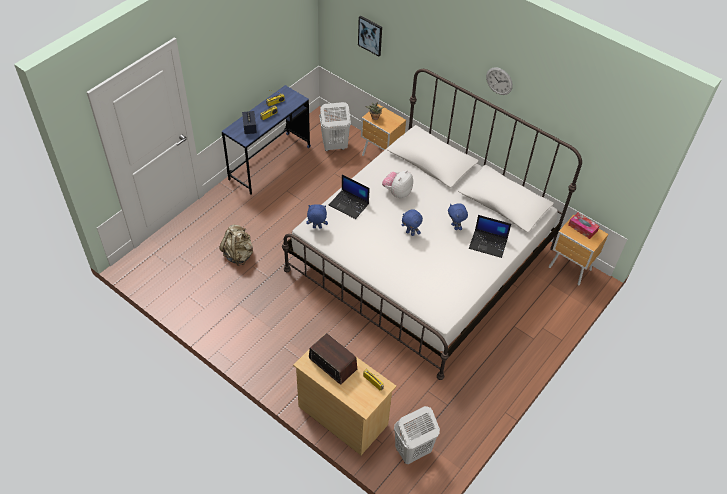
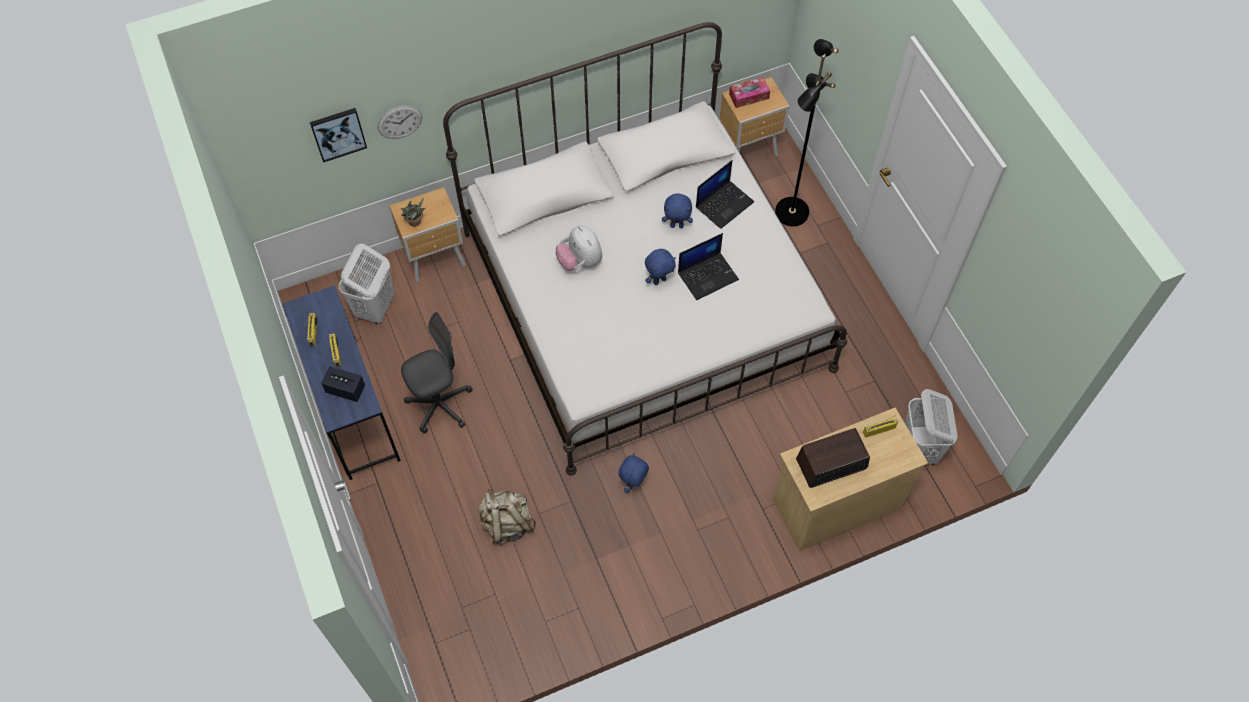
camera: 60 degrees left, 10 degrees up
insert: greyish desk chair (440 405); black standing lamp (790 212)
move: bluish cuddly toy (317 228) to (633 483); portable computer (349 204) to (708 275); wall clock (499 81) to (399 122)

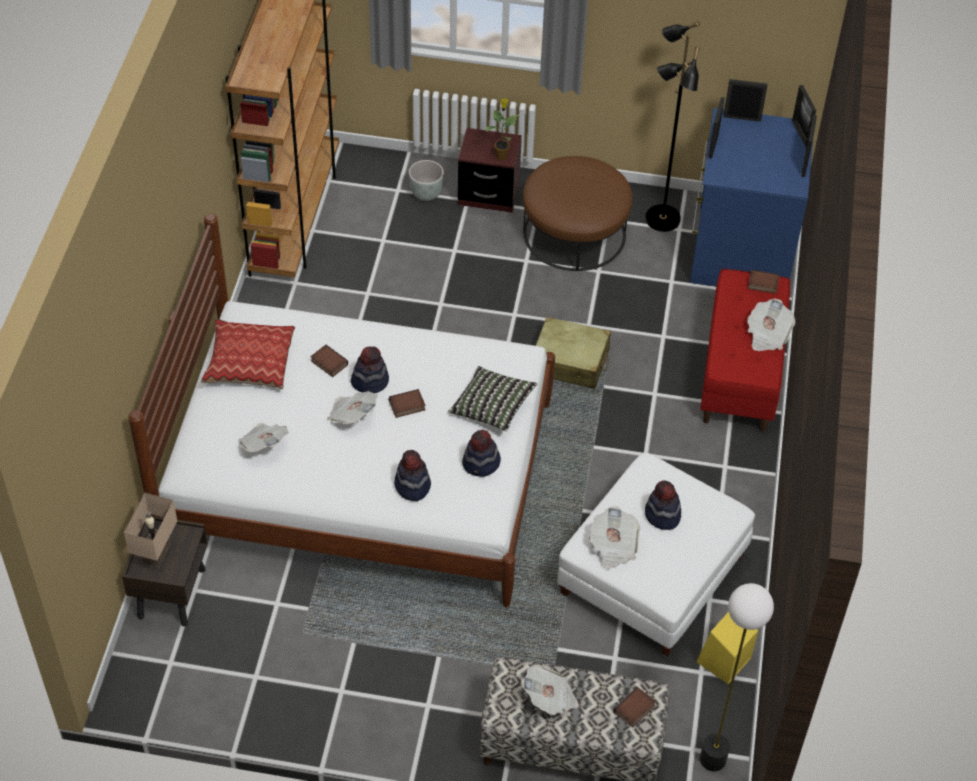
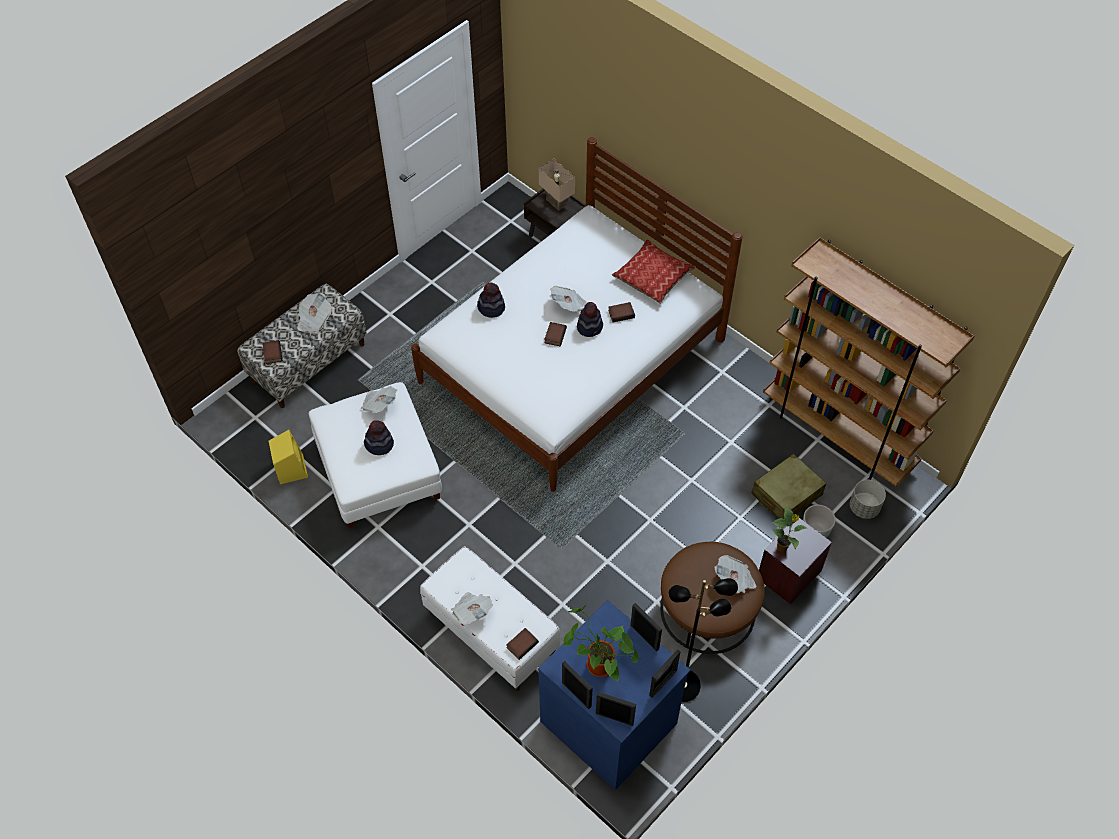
camera: 125 degrees right, 5 degrees up
delete: throw pillow (492 407); clothing hat (481 463); standing lamp (713 759)
insert: houseplant (597 665); greyish flower pot (864 508)
move: printed paper (264 444) to (734 580); beige piece of luggage (570 362) to (786 495)
recolor: red-coloured long seat (740 373) to white-coloured long seat (491 633)

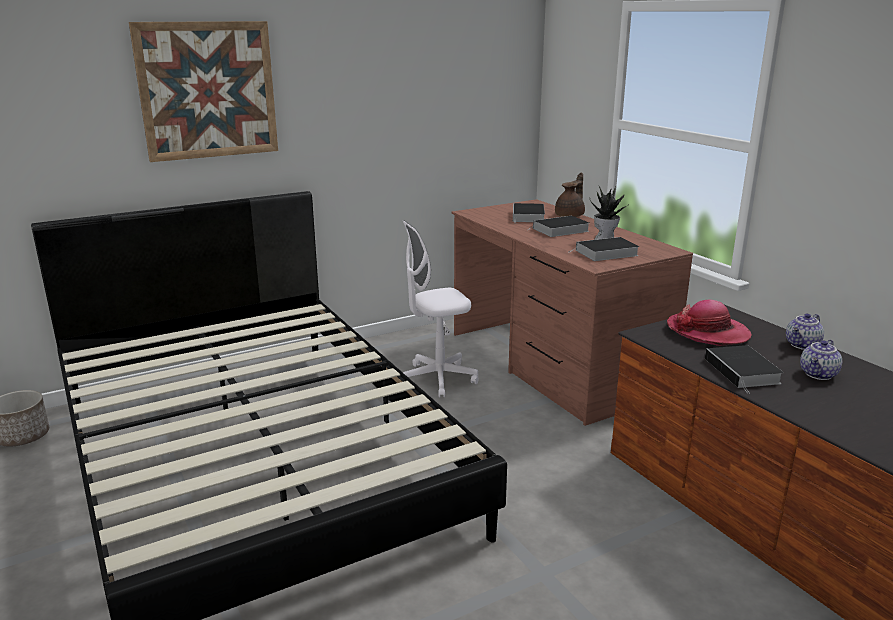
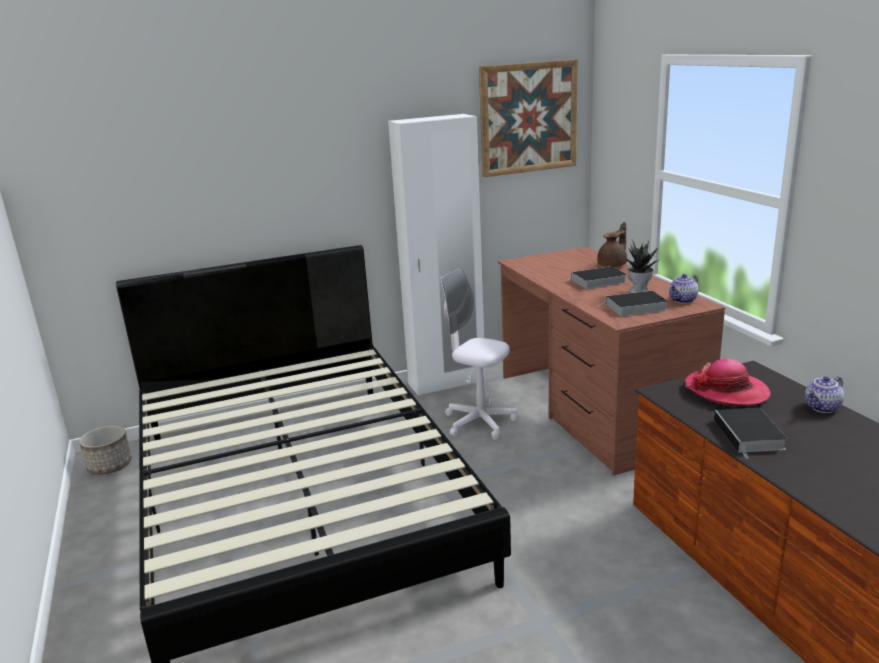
camera: 10 degrees right, 0 degrees up
delete: volume (528 217)
insert: white-coloured wardrobe (447 382)
move: wall picture (208 90) to (528 118); teapot (819 375) to (683 300)
rotate: white-coloured desk chair (438 379) = (479 422) 45 degrees clockwise

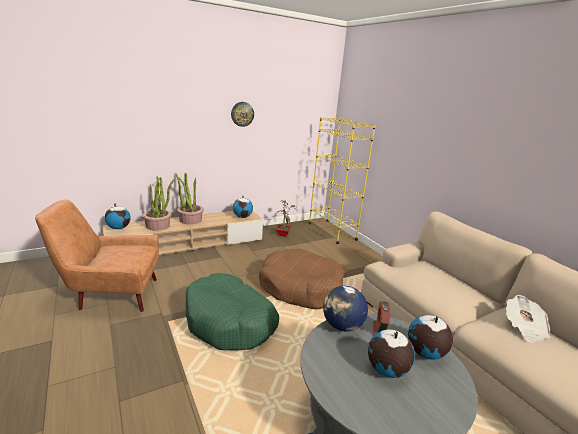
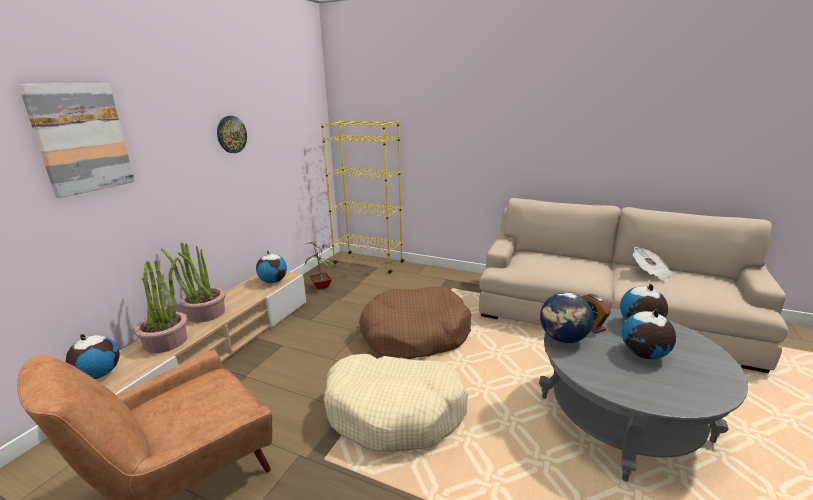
camera: 35 degrees left, 0 degrees up
insert: wall picture (81 138)
recolor: green dog bed (230 321) to beige dog bed (395 411)

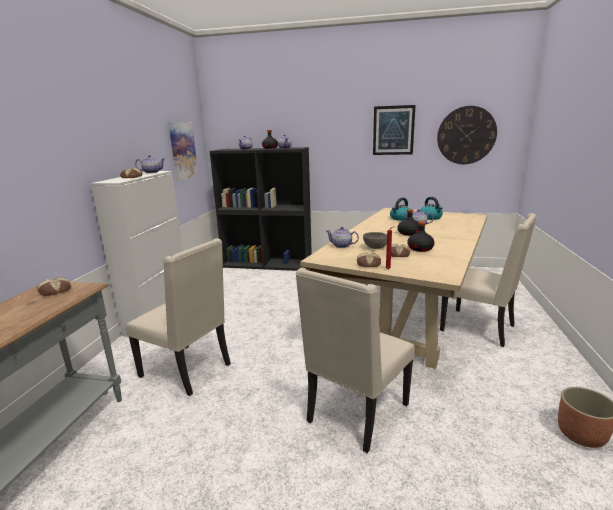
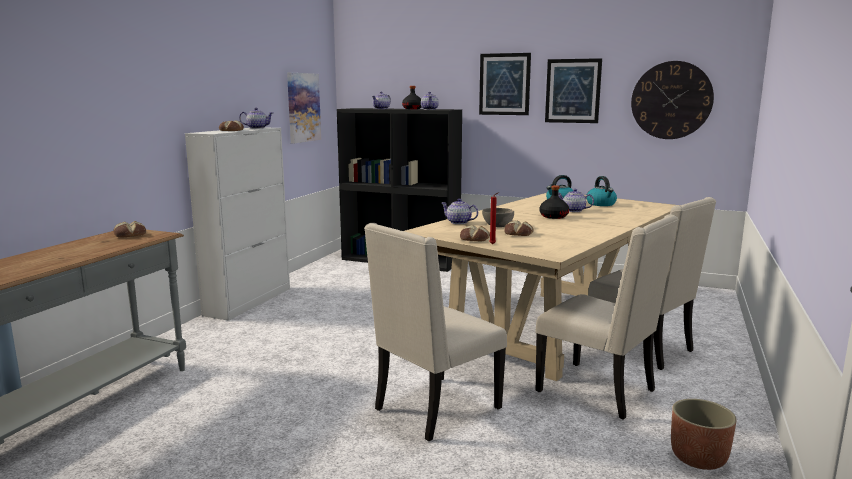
camera: 10 degrees right, 5 degrees down
delete: black beverage bottle (420 249)
insert: wall picture (504 84)
move: beige chair (188 370) to (599 391)

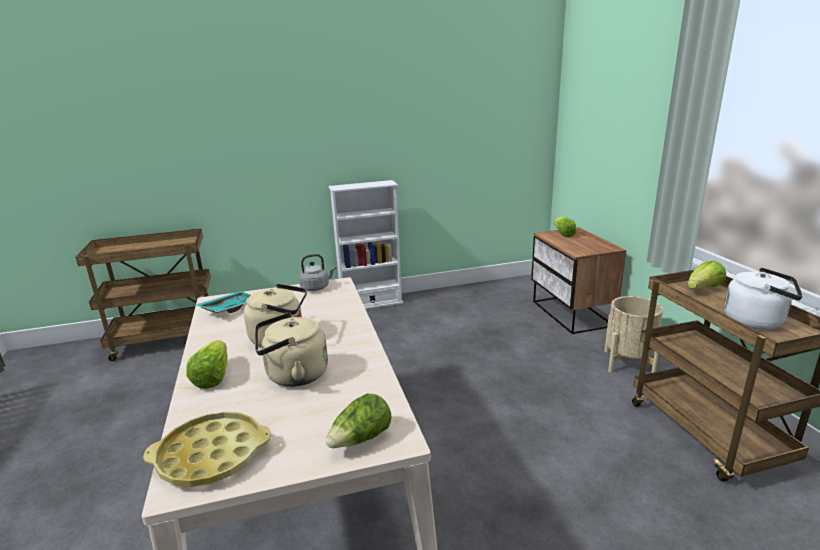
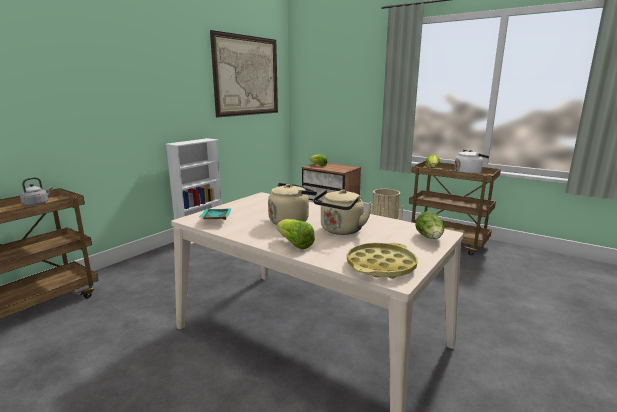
camera: 40 degrees left, 5 degrees down
insert: wall picture (247 76)
move: greyish tea kettle (316 287) to (37 204)

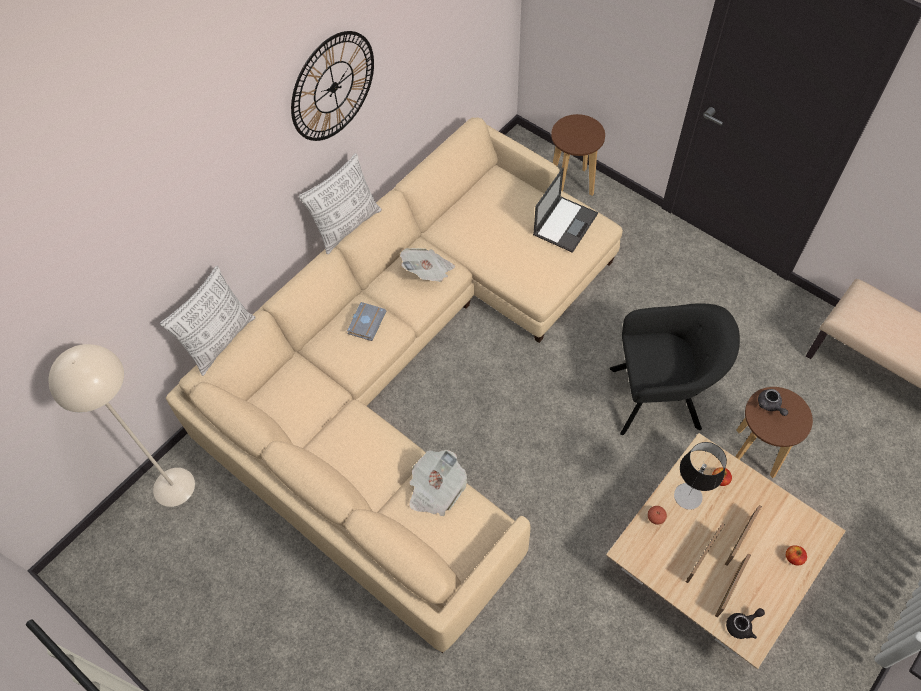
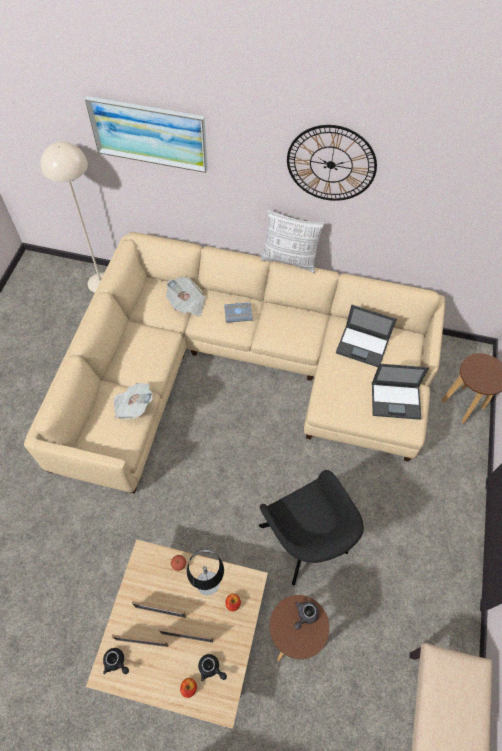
camera: 60 degrees right, 0 degrees up
delete: throw pillow (220 341)
insert: wall picture (149 133); black teapot (211 668); portable computer (363 346)
move: printed paper (428 272) to (187 304)

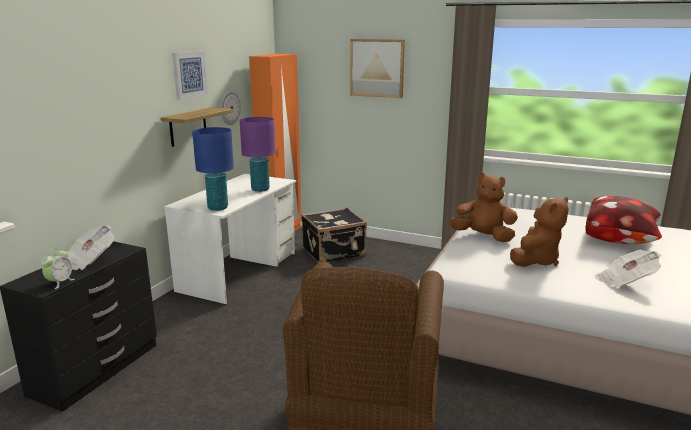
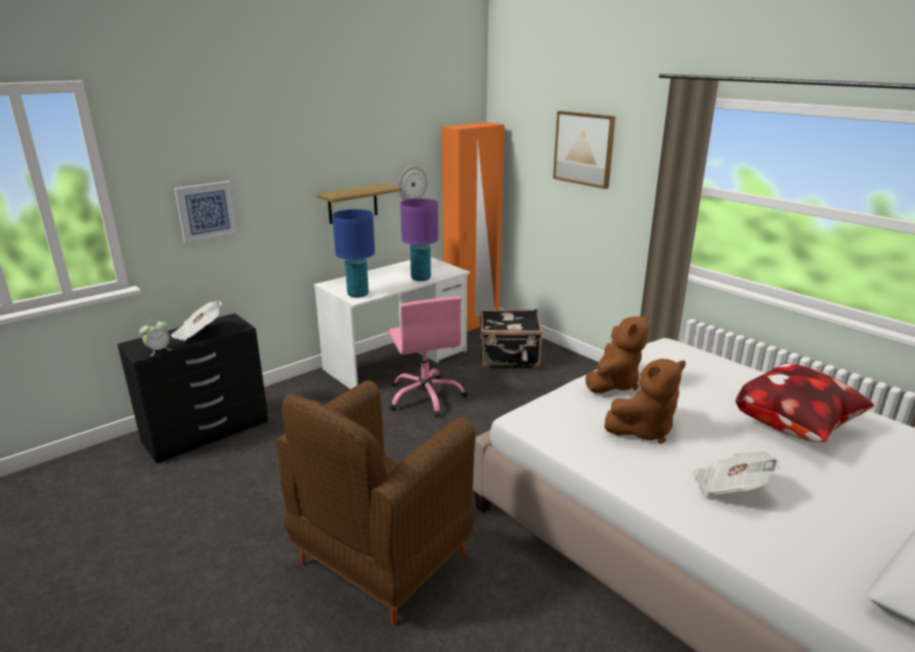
camera: 25 degrees right, 5 degrees up
insert: pink-coloured desk chair (426 397)
move: wall picture (189 74) to (206 211)
rotate: brown-coloured cuddly toy (483 237) = (614 384) 75 degrees clockwise

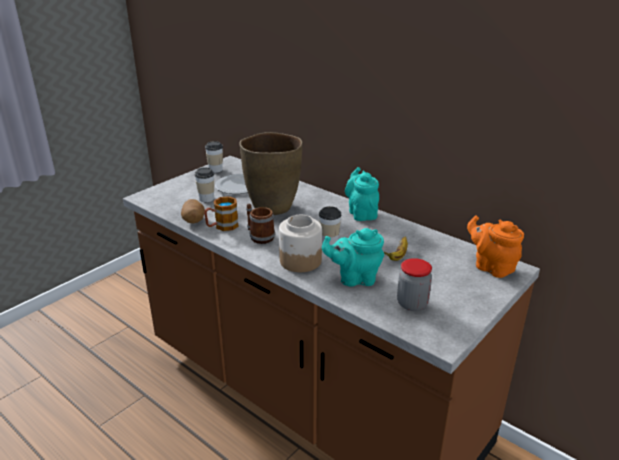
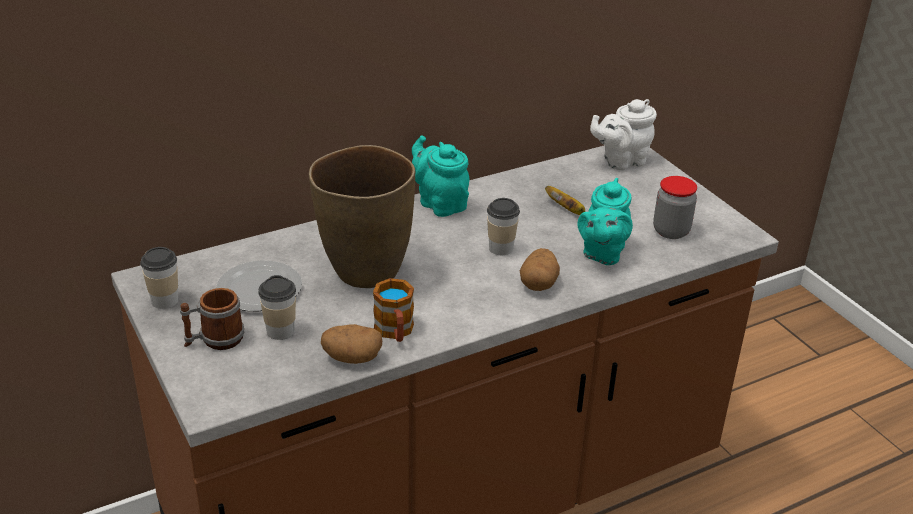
camera: 70 degrees left, 5 degrees up
move: coffee mug (259 236) to (214 340)
replace: preserve jar (300 261) to spud (538 283)
recolor: orange teapot (491 267) to white-coloured teapot (621 161)
rotate: turquoise teapot (361 213) = (440 203) 45 degrees clockwise

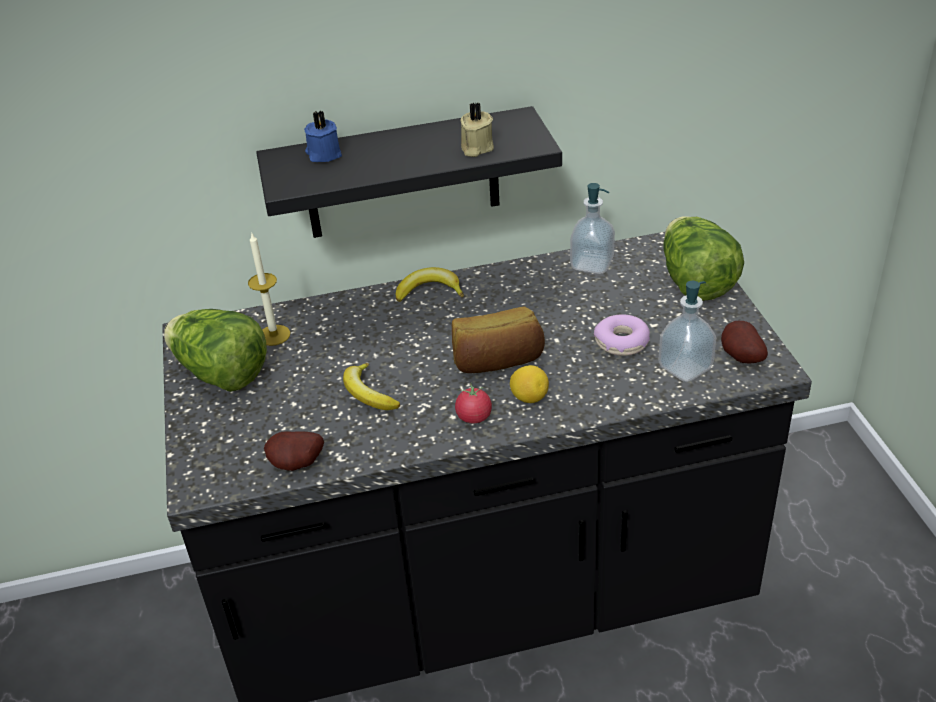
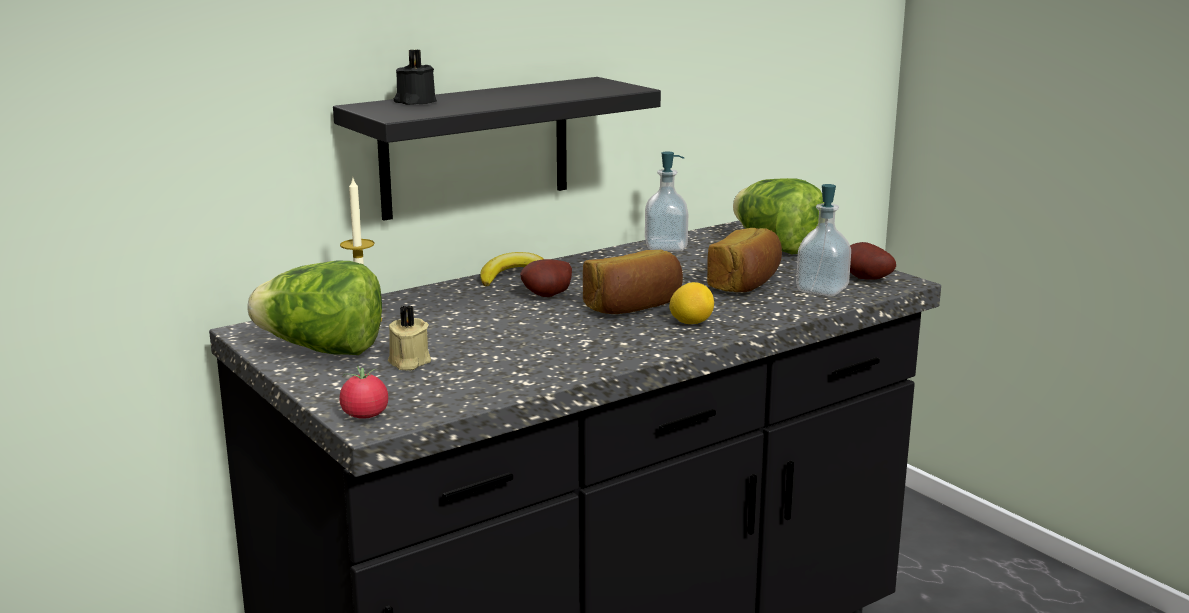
camera: 25 degrees left, 20 degrees down
delete: banana fruit (368 394)
move: spud (297 465) to (549 296); fresh tomato (474 417) to (365 415); beige candle (476 148) to (408 362)
replace: ring doughnut (622 343) to bread (746 284)
recolor: bluish candle (323 154) to black candle (414 102)

